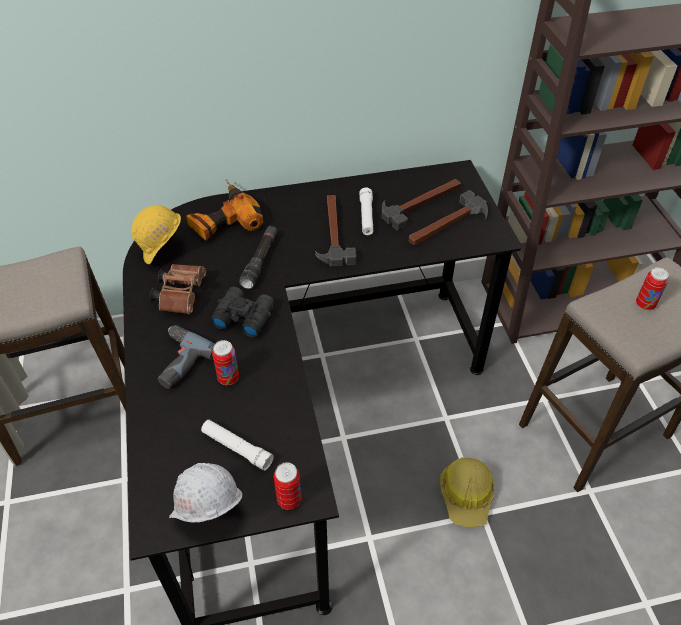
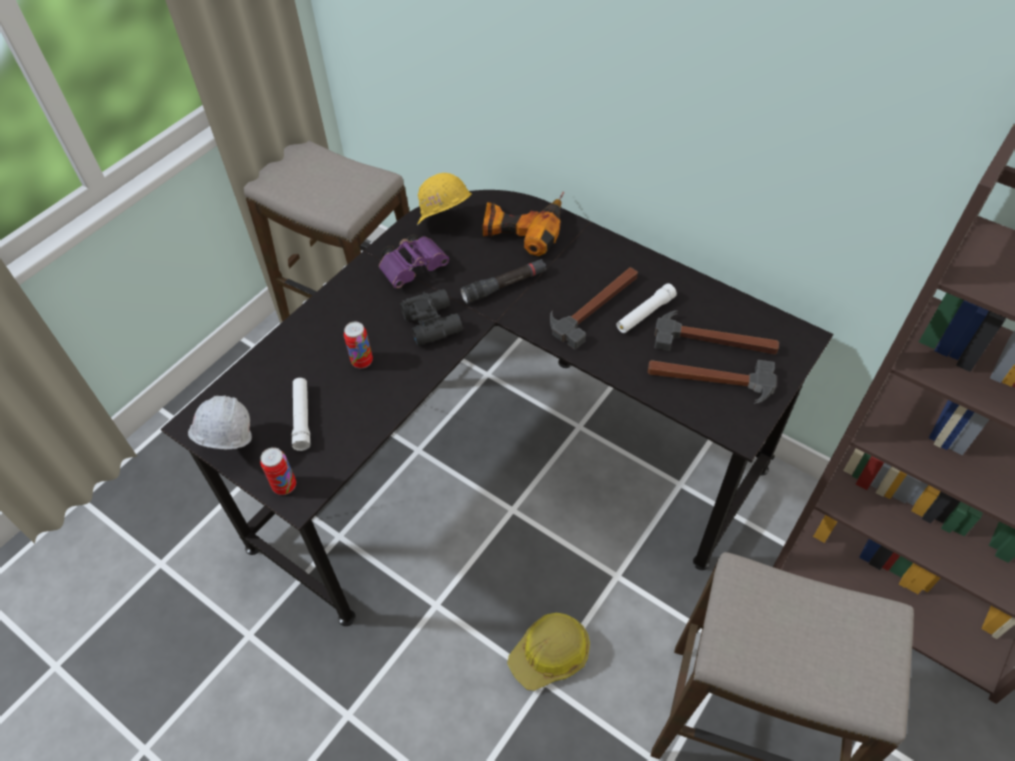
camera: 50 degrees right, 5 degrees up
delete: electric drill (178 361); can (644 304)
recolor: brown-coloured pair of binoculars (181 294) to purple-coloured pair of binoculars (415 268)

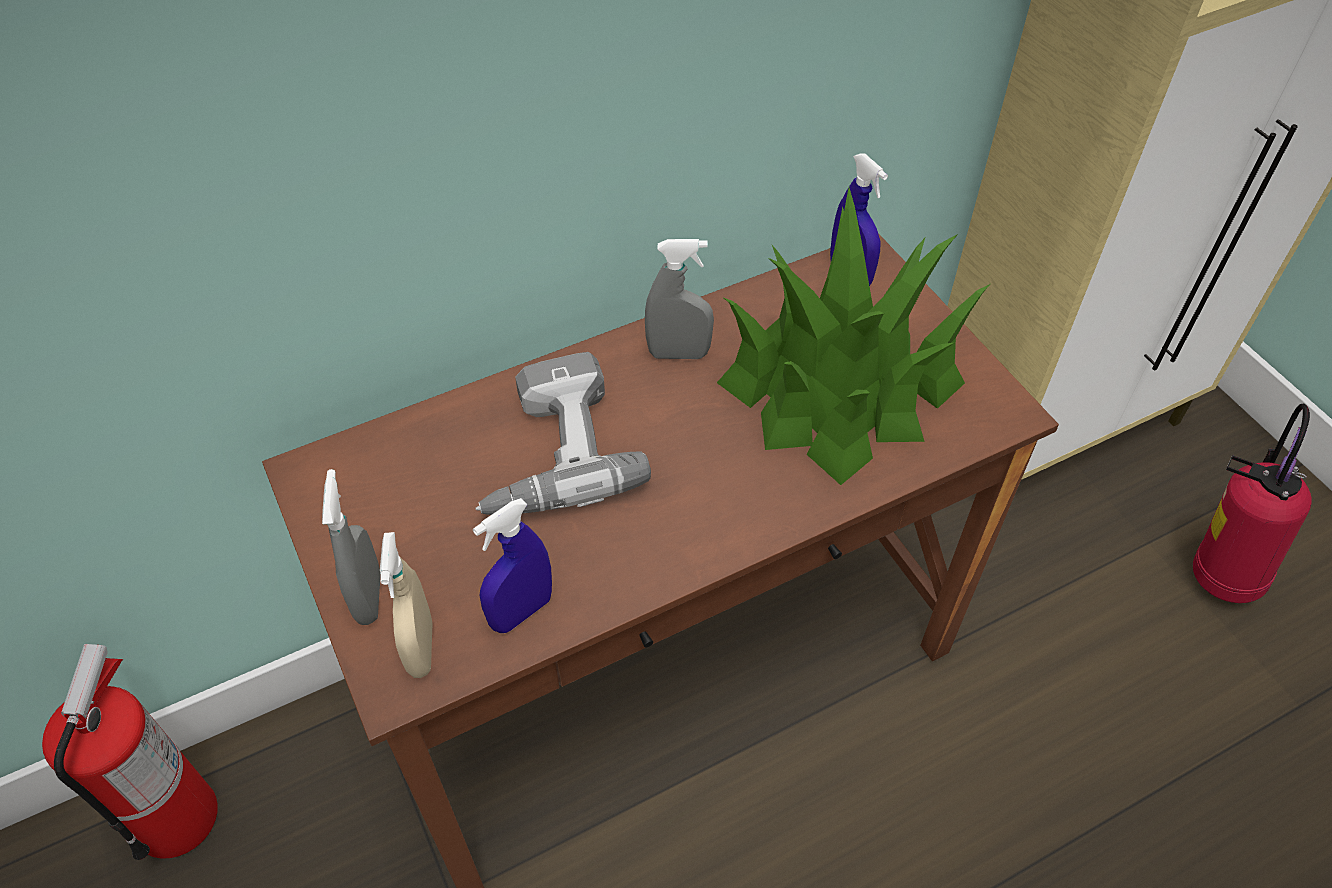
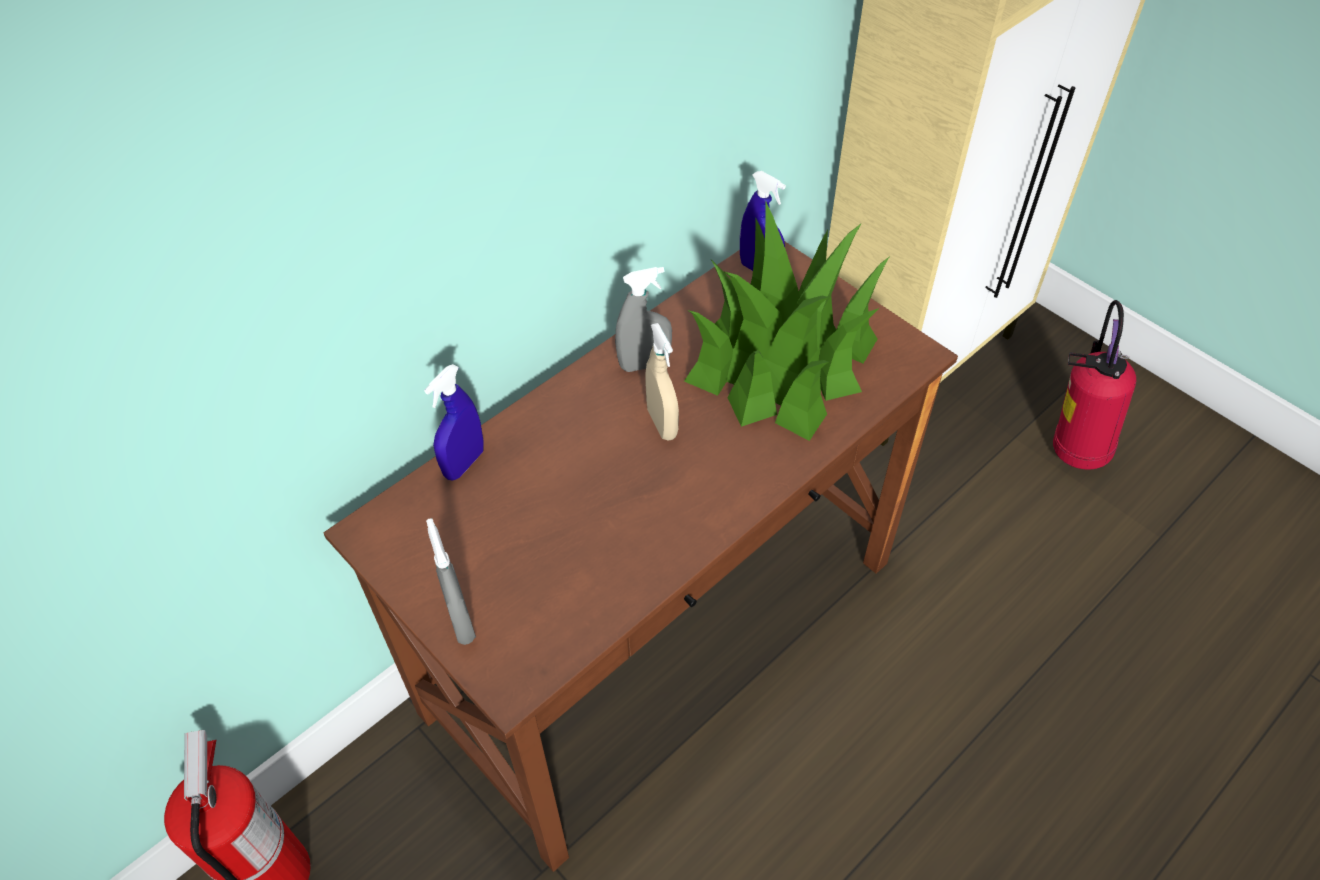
camera: 15 degrees left, 0 degrees up
delete: electric drill (549 452)
move: beige spray bottle (421 649) to (662 423); bluish spray bottle (521 612) to (464 463)

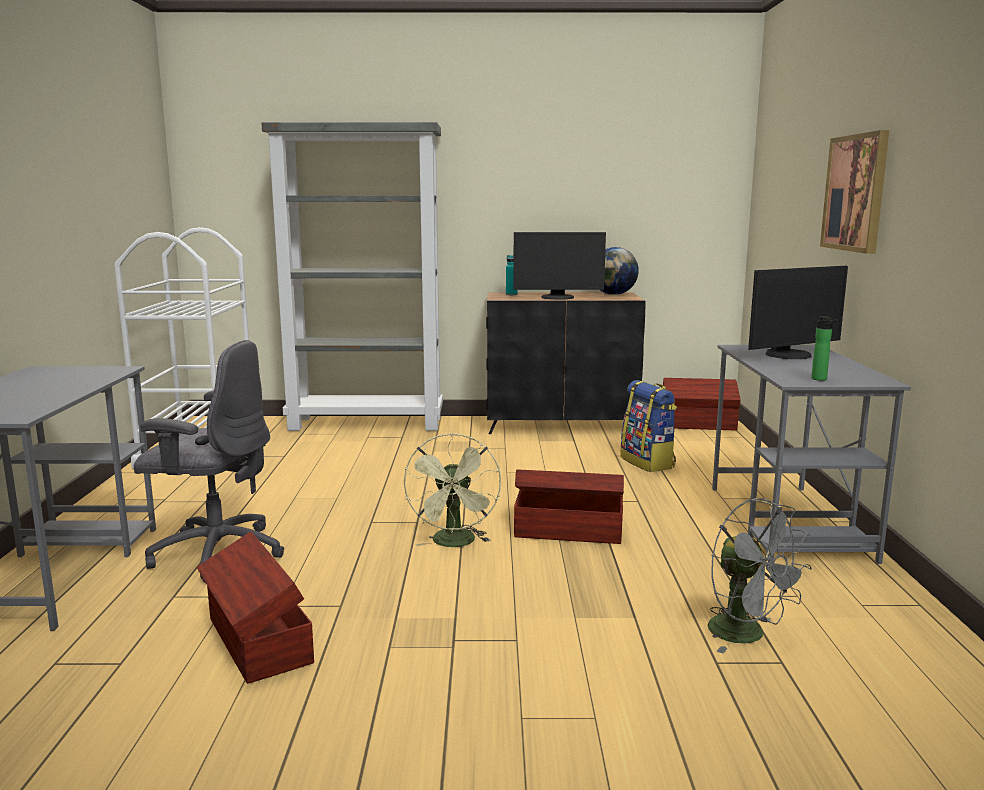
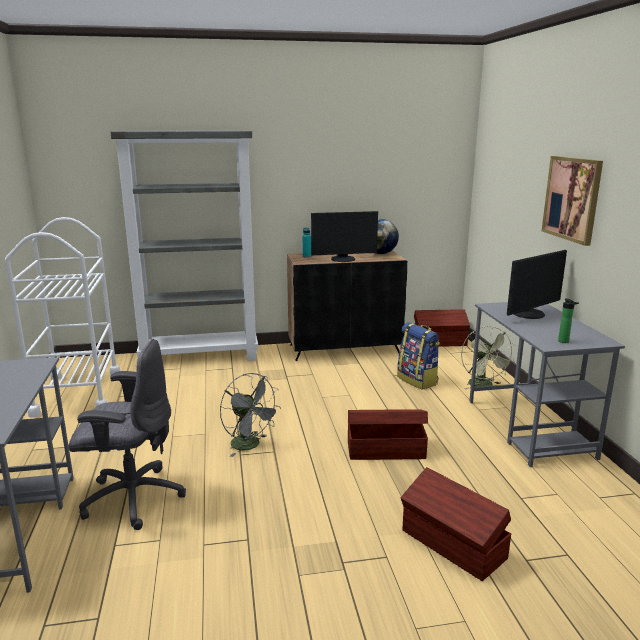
camera: 10 degrees left, 5 degrees up
move: brown-coloured storage bin (257 641) to (453 545); green electric fan (455 544) to (484 386); greyish electric fan (747 635) to (250 445)

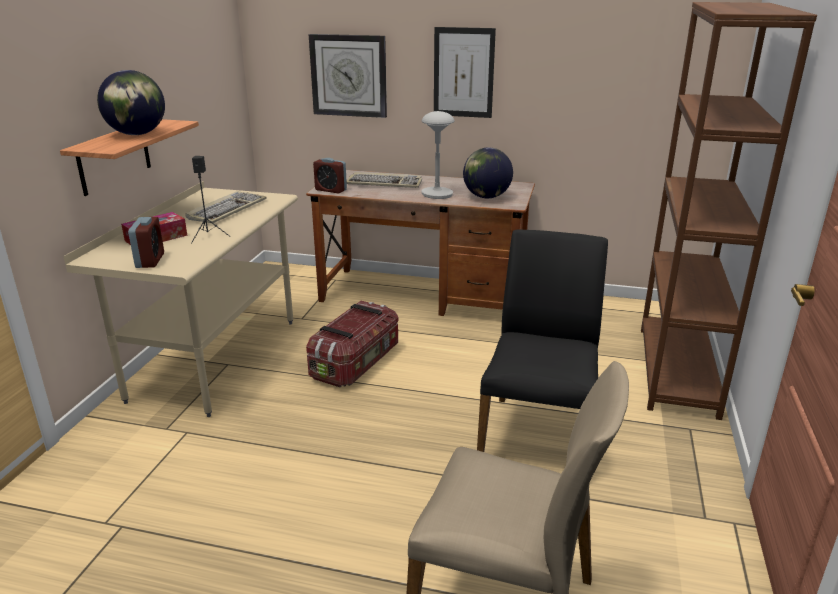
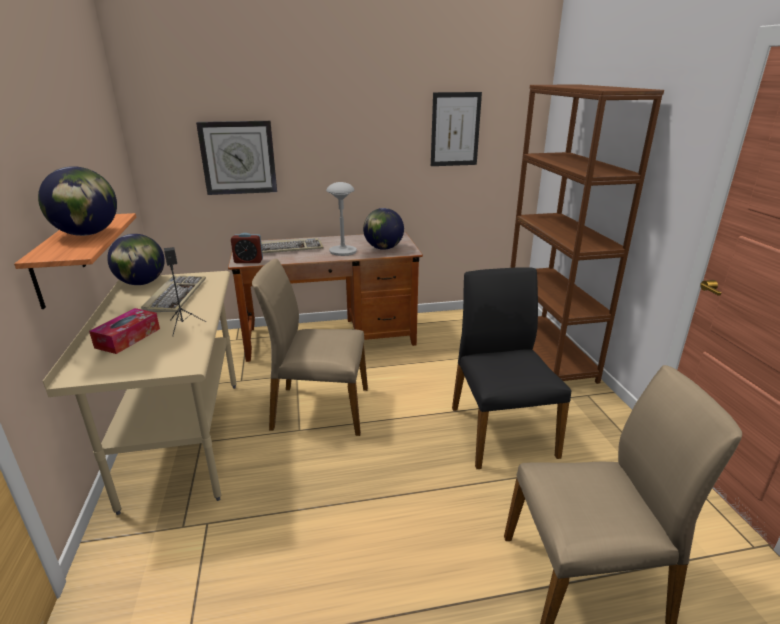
camera: 25 degrees left, 0 degrees up
delete: alarm clock (150 260)
insert: desk globe (142 283)
move: wall picture (463 73) to (455 129)
replace: storage bin (356 363) to beige chair (319 409)

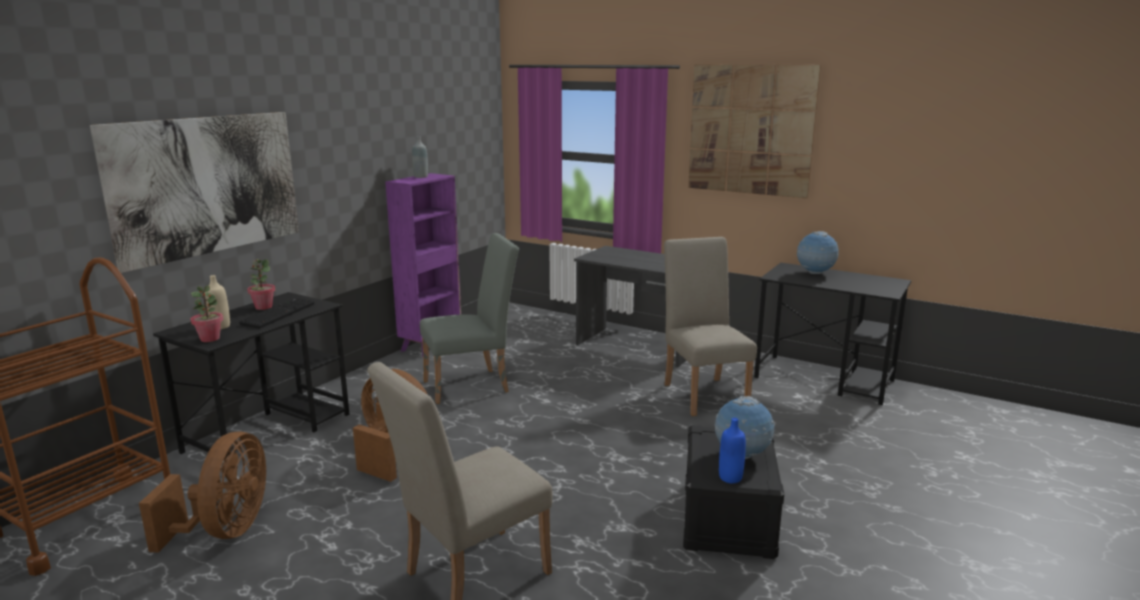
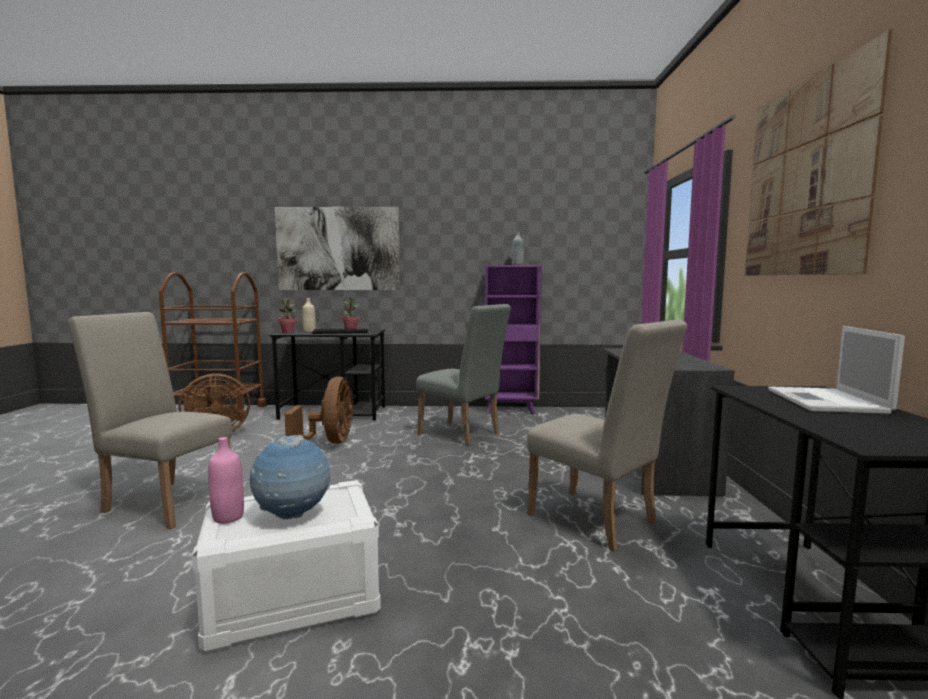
camera: 60 degrees right, 10 degrees down
replace: desk globe (815 273) to portable computer (827 401)
recolor: black storage bin (728 519) to white-coloured storage bin (292 599); bluish beverage bottle (730 478) to pink-coloured beverage bottle (228 517)
rotate: beige chair (703 393) = (598 522) 90 degrees clockwise

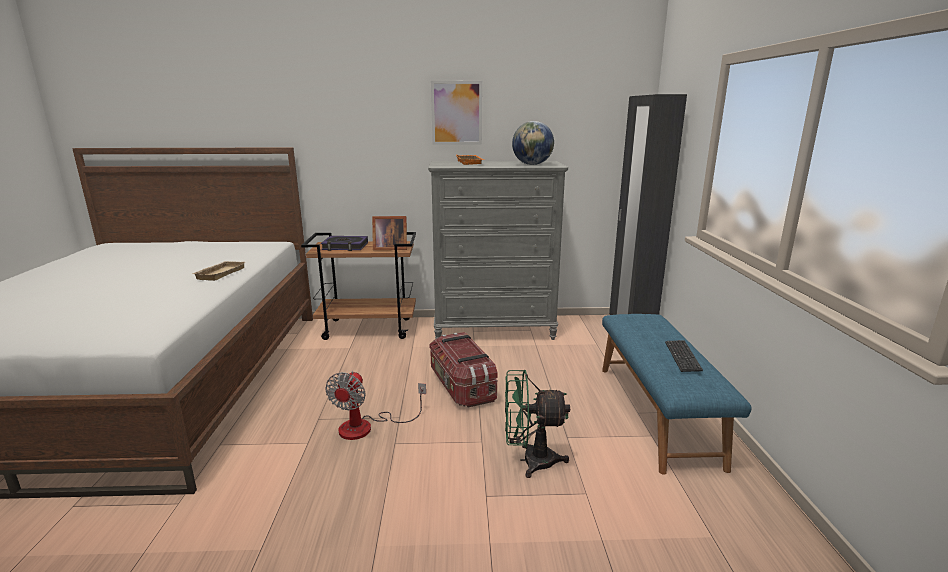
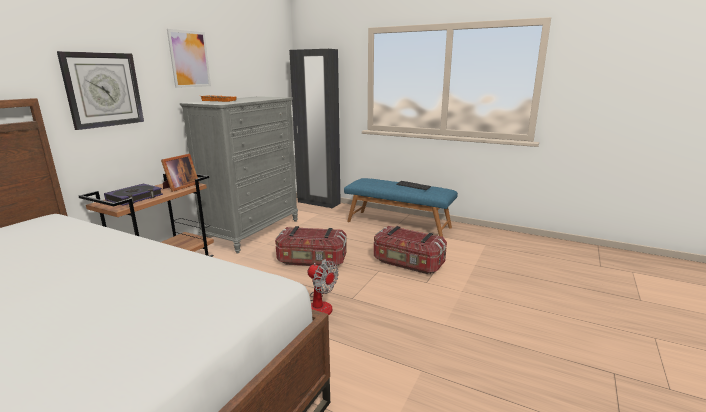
camera: 60 degrees left, 0 degrees up
delete: beige tray (219 273); desk globe (532 164)
insert: wall clock (103 90)
replace: green electric fan (530 461) to storage bin (408 263)

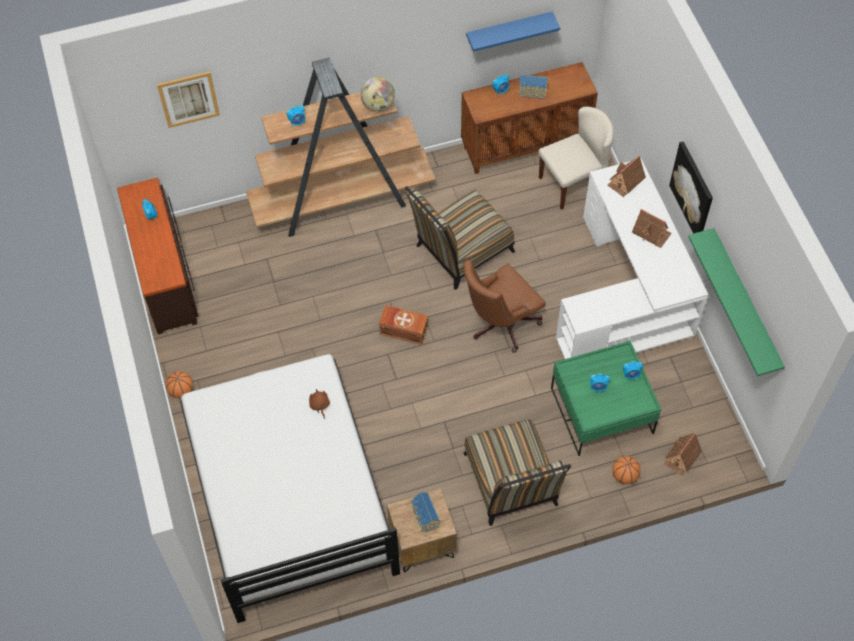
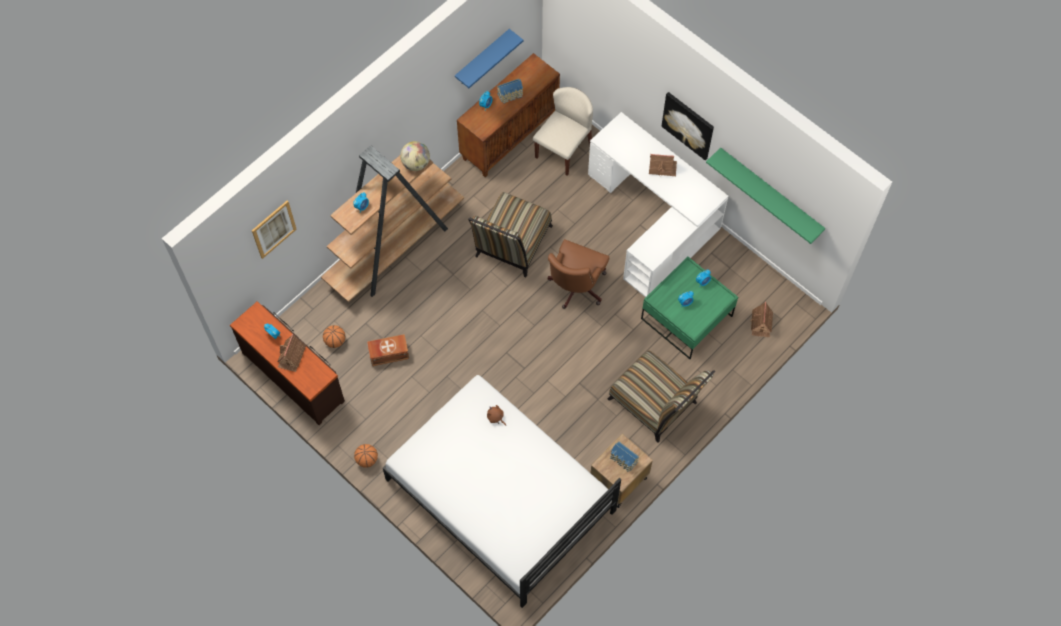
camera: 30 degrees left, 5 degrees up
move: brown-coloured storage bin (403 329) to (388 353); model house (625 181) to (291 356); basketball ball (624 475) to (335 341)

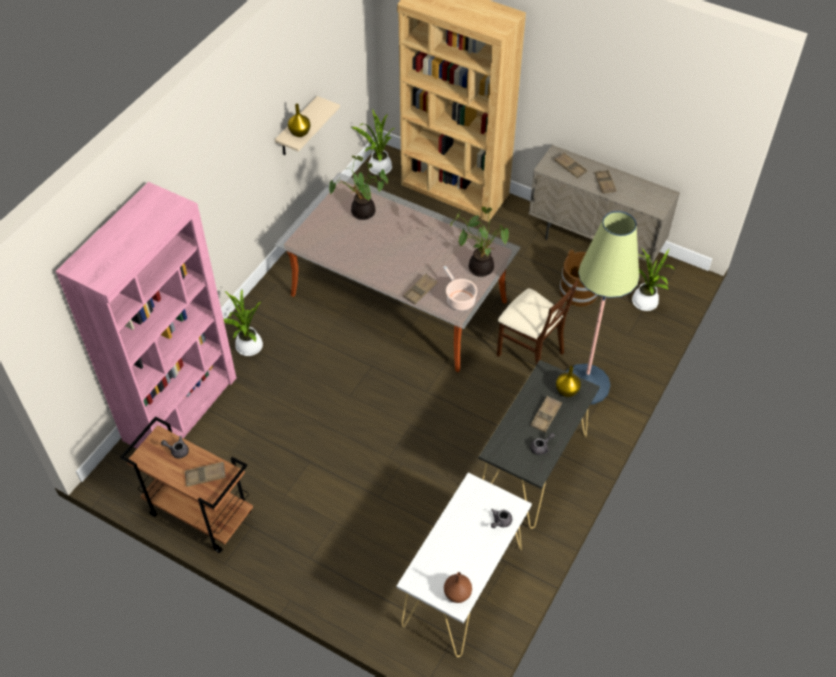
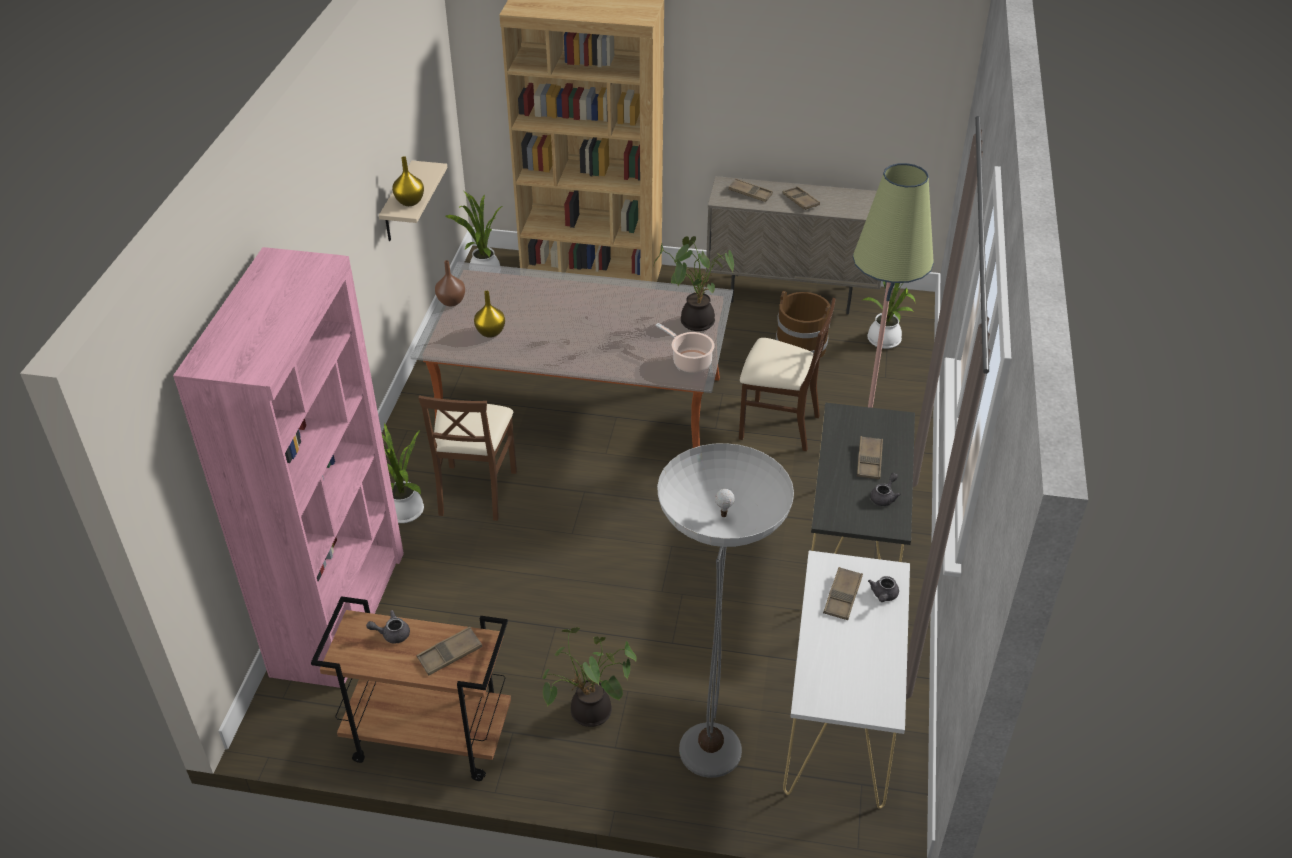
camera: 20 degrees left, 10 degrees down
insert: brown-coloured chair (476 491); standing lamp (710 750)
move: houseplant (361 213) to (589 715); brown-coloured tray (420 291) to (842 596); brown-coloured vase (457 593) to (451 301); yellowish vase (566 390) to (490 332)

